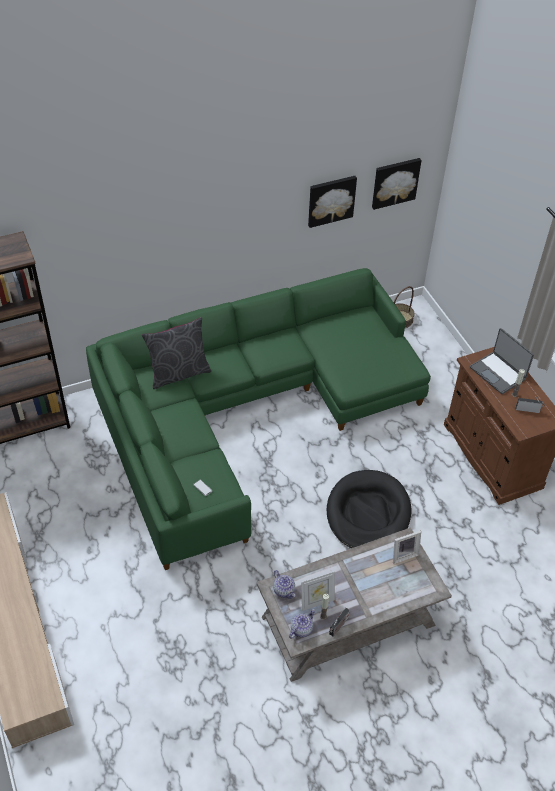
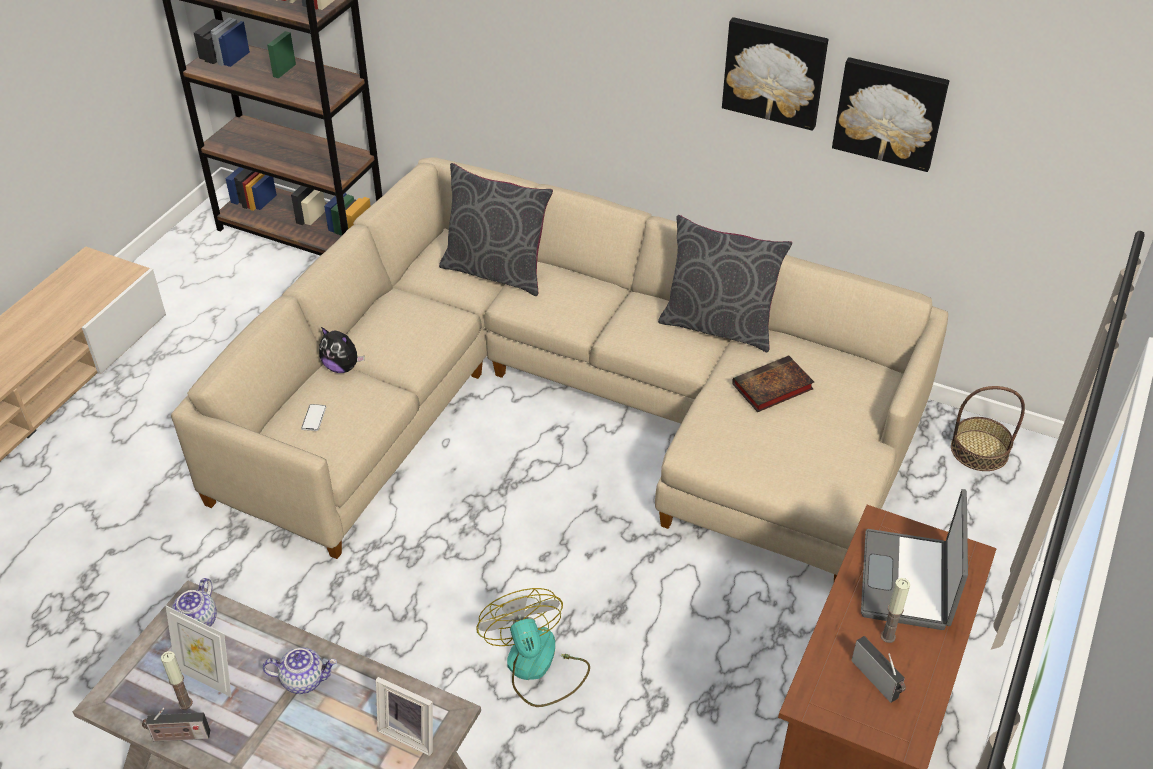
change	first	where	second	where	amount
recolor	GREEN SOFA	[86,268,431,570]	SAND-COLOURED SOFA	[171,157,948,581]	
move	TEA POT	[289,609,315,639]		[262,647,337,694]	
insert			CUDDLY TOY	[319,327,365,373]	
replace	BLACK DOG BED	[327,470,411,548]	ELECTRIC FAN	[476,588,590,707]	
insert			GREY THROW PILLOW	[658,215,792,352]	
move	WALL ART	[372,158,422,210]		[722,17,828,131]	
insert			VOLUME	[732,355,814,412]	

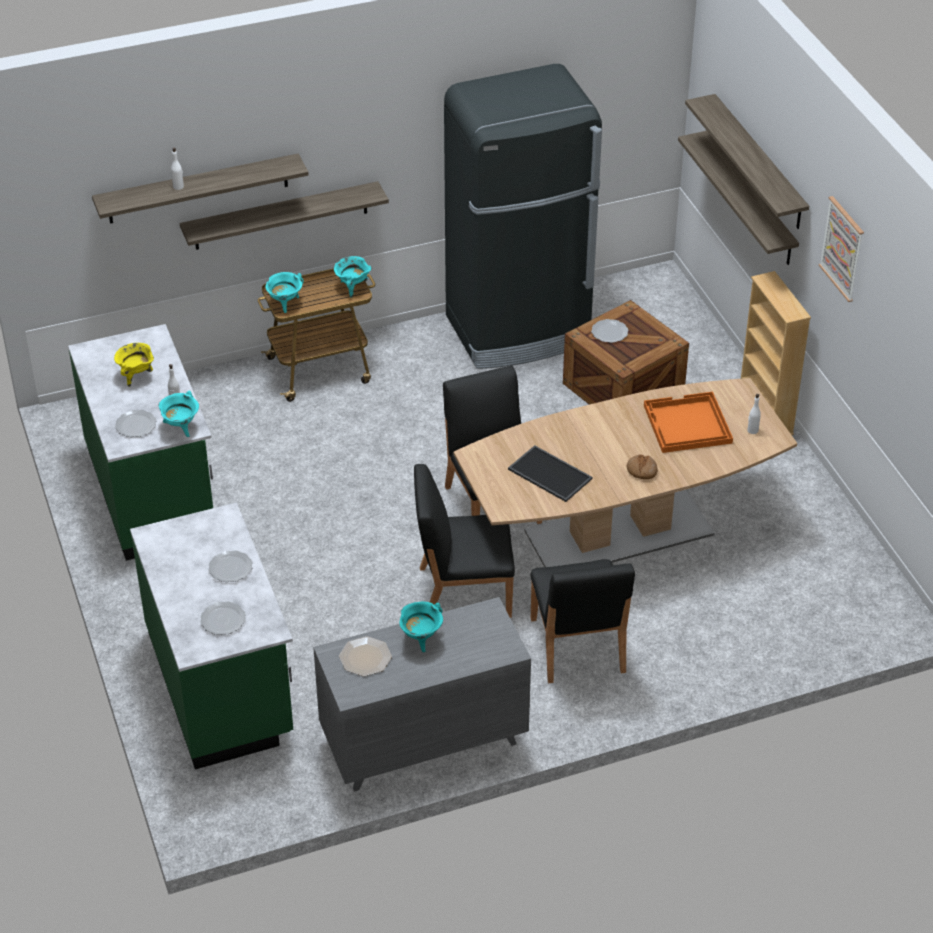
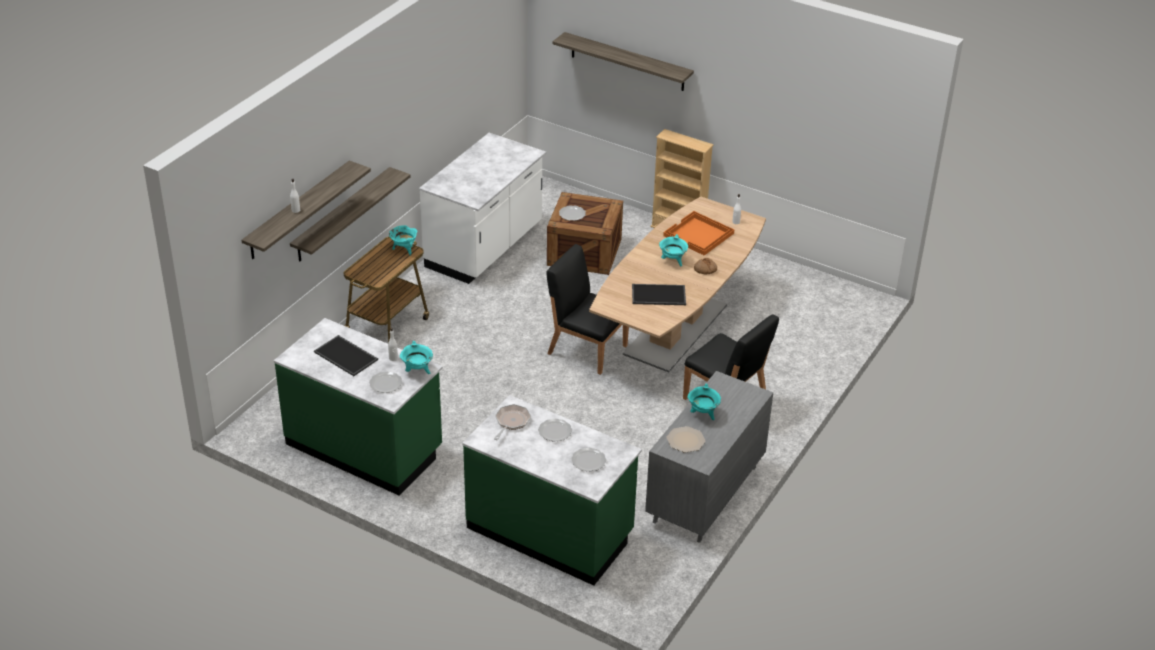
change	first	where	second	where	amount
replace	YELLOW COOKING POT	[114,343,154,387]	SERVING TRAY	[314,335,378,376]	
replace	BLACK KITCHEN FRIDGE	[444,64,602,369]	WHITISH COUNTER	[419,133,546,284]	
insert			SKILLET	[494,404,531,440]	
move	TURQUOISE-COLOURED COOKING POT	[265,272,304,313]		[659,234,688,266]	
delete	BLACK UPRIGHT CHAIR	[414,464,515,618]			
delete	WALL SHELF	[678,131,799,265]			
delete	WALL ART	[819,196,864,302]			

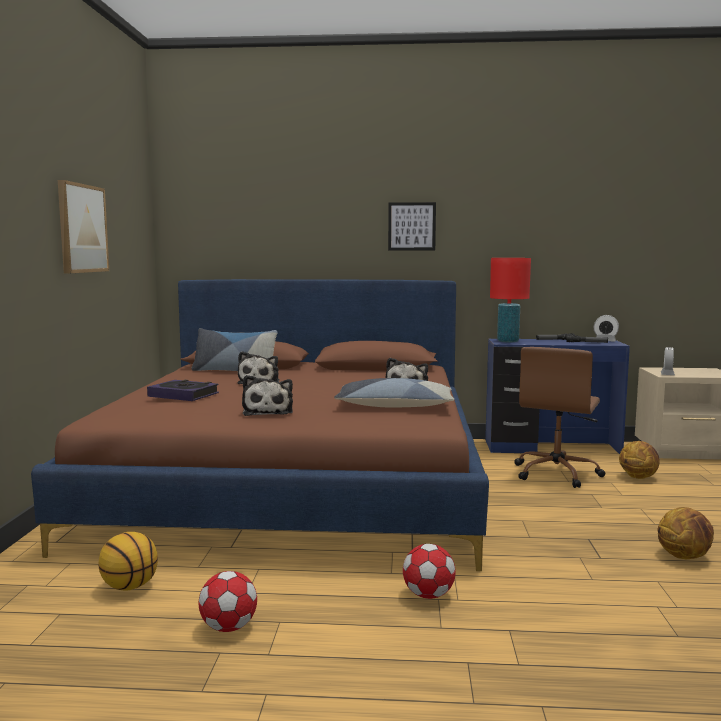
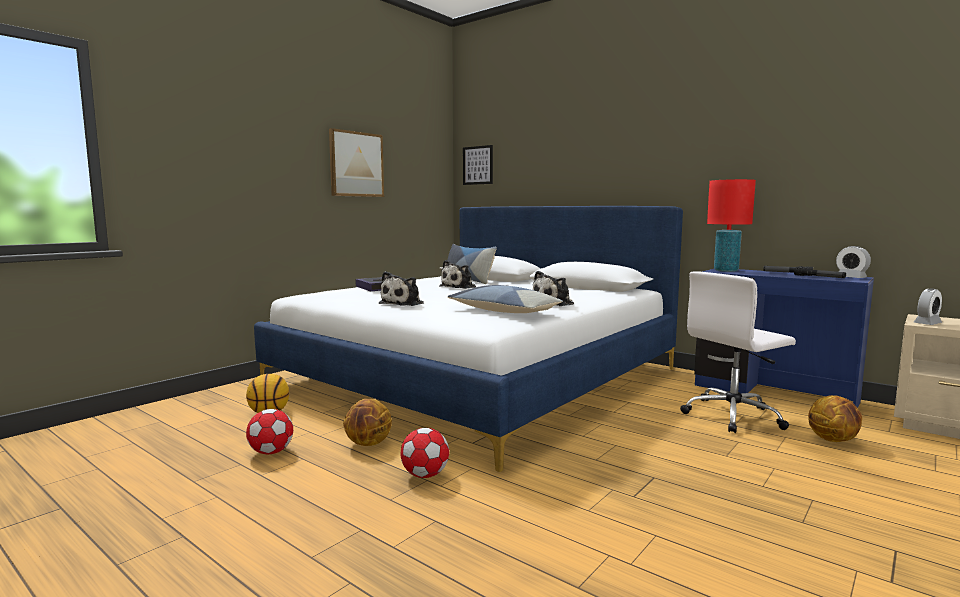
change	first	where	second	where	amount
recolor	BROWN-COLOURED SLEEPING BED	[31,279,489,571]	WHITISH SLEEPING BED	[254,206,683,472]	
move	BASKETBALL BALL	[657,507,714,559]		[343,399,392,446]	
move	WALL ART	[388,202,436,250]		[463,145,493,185]	
recolor	BROWN-COLOURED DESK CHAIR	[514,347,605,488]	WHITISH DESK CHAIR	[680,272,796,433]	

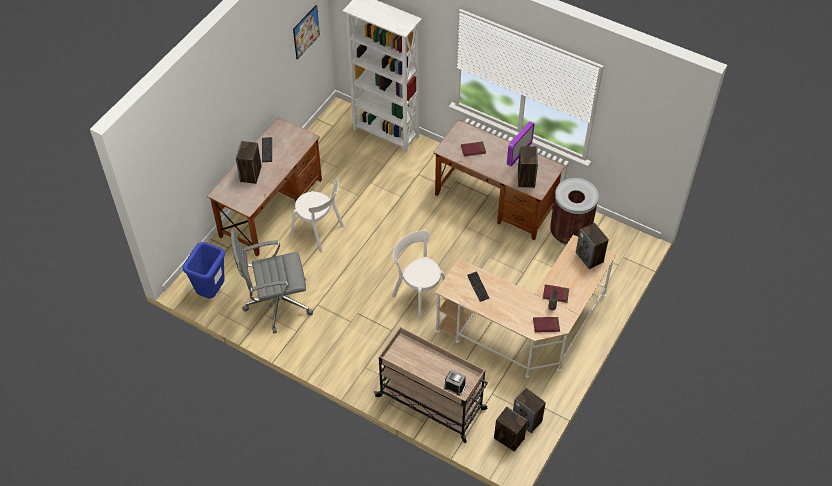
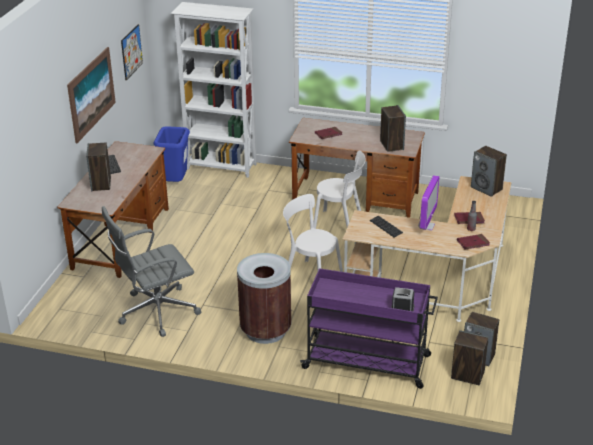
change	first	where	second	where	amount
insert			WALL ART	[67,47,116,143]	
move	BLUE TRASH CAN	[183,242,225,298]		[154,126,190,182]	
move	BROWN-COLOURED TRASH CAN	[550,178,599,246]		[237,253,291,344]	
recolor	SAND-COLOURED CART	[374,327,488,443]	PURPLE CART	[300,268,438,389]	
move	WHITISH UPRIGHT CHAIR	[291,178,344,253]		[314,151,366,229]	
move	COMPUTER SCREEN	[507,121,535,166]		[418,175,439,231]	

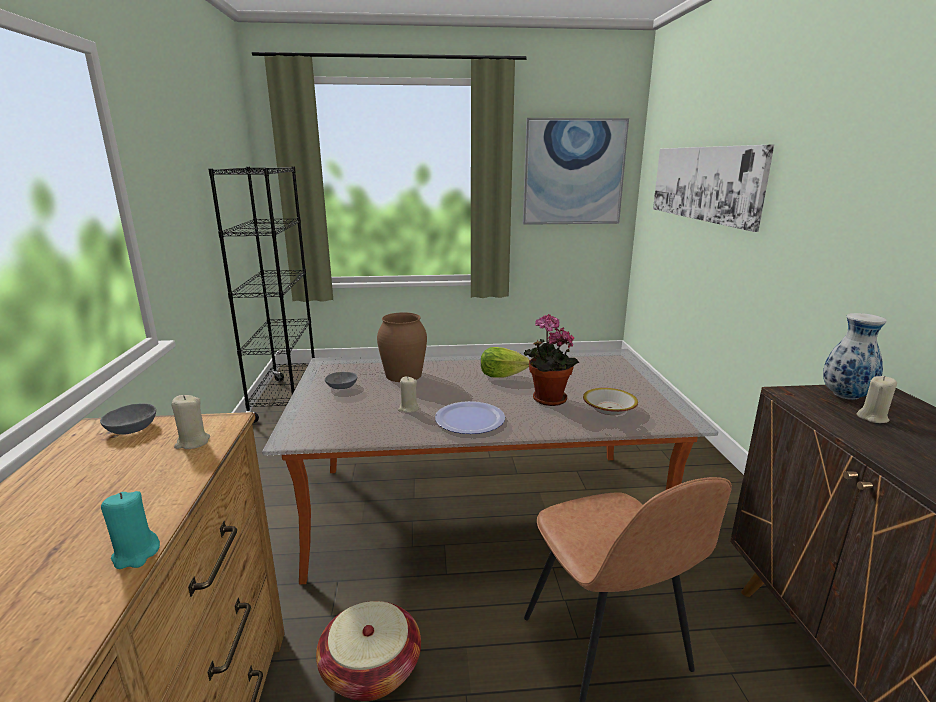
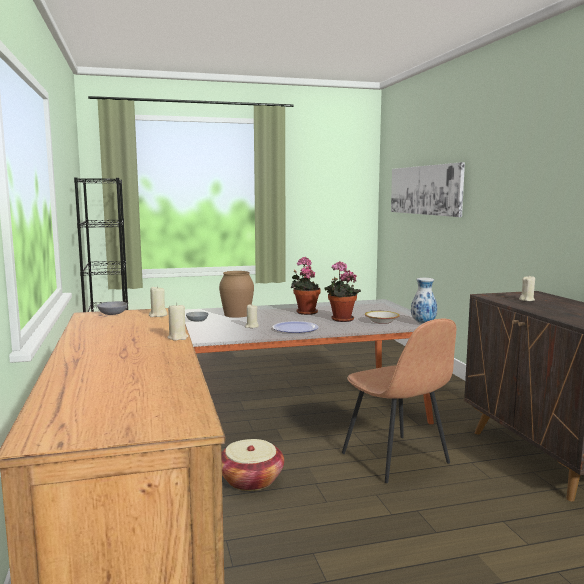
change	first	where	second	where	amount
recolor	TURQUOISE-COLOURED WAX CANDLE	[101,491,160,569]	SAND-COLOURED WAX CANDLE	[167,303,188,341]	
replace	LETTUCE	[481,347,530,378]	POTTED PLANT	[291,257,321,315]	
move	DECORATIVE VASE	[823,313,887,400]		[411,278,437,324]	
delete	WALL ART	[523,118,629,225]			

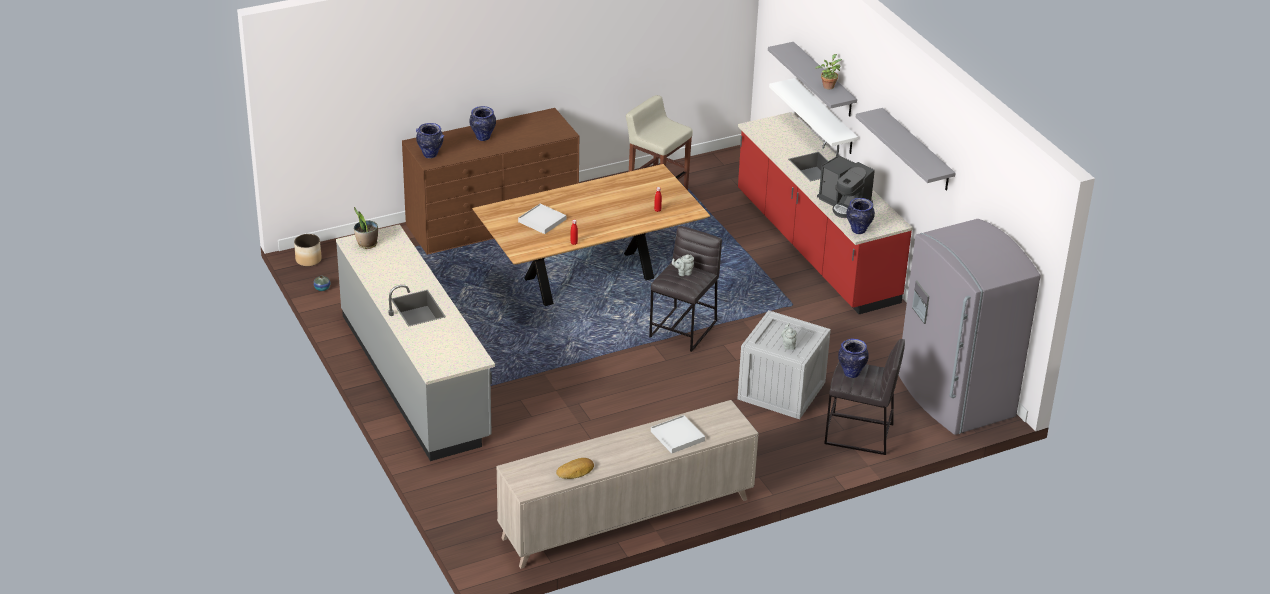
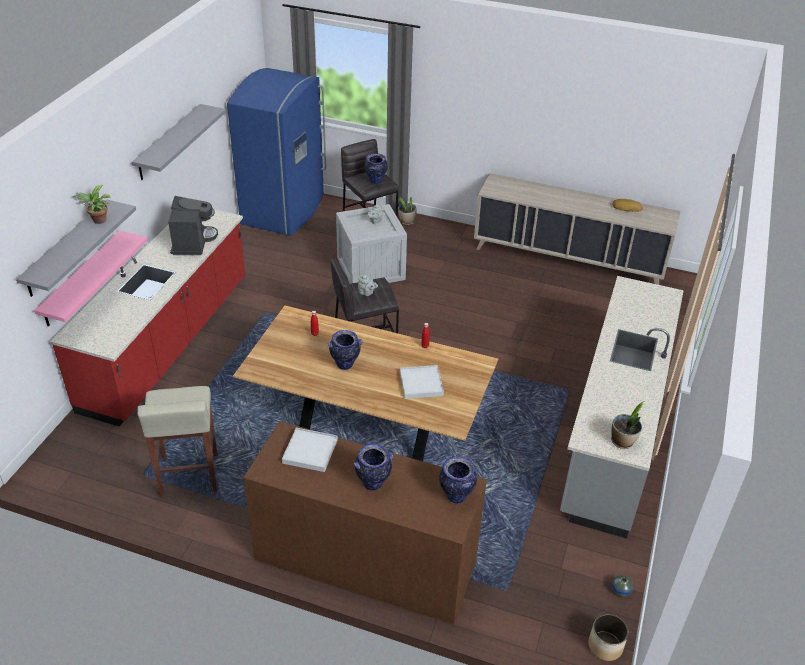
change	first	where	second	where	amount
recolor	WHITISH WALL SHELF	[769,78,858,154]	PINK WALL SHELF	[34,230,148,326]	
recolor	GREY KITCHEN FRIDGE	[898,219,1040,435]	BLUE KITCHEN FRIDGE	[227,68,326,236]	
move	WHITISH SERVING TRAY	[651,415,705,453]		[282,428,338,472]	
move	DECORATIVE VASE	[846,198,875,234]		[328,330,362,370]	
insert			POTTED PLANT	[398,196,417,225]	

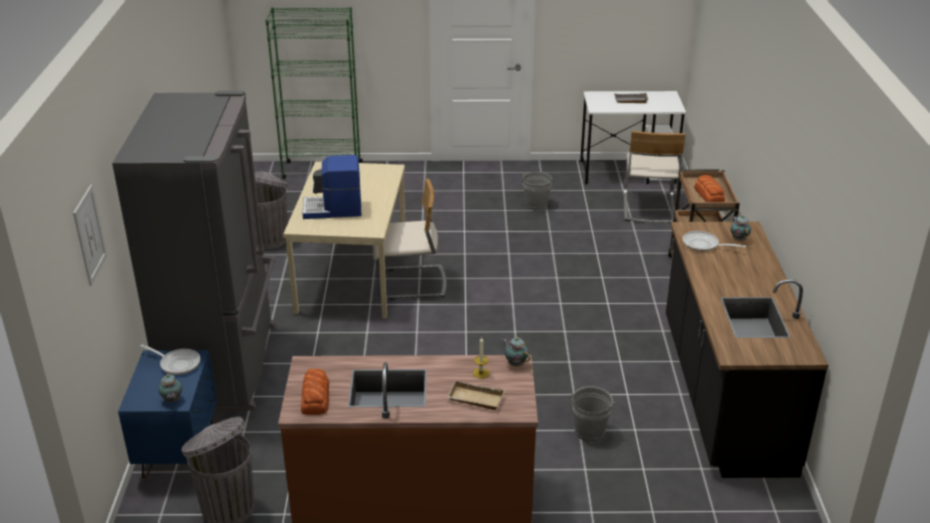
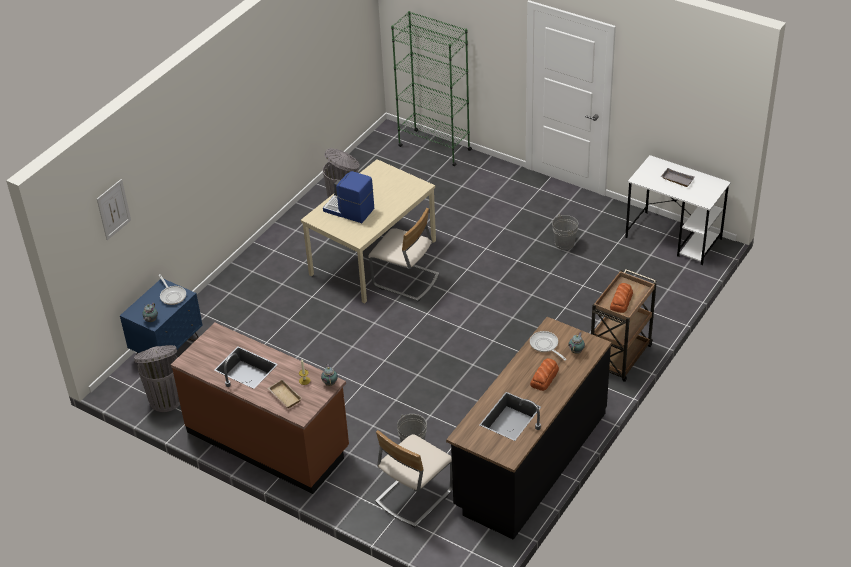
change	first	where	second	where	amount
move	SAND-COLOURED UPRIGHT CHAIR	[624,131,686,224]		[375,430,453,527]	
move	BREAD	[301,369,329,415]		[530,358,559,391]	
delete	GREY KITCHEN FRIDGE	[112,91,276,411]			

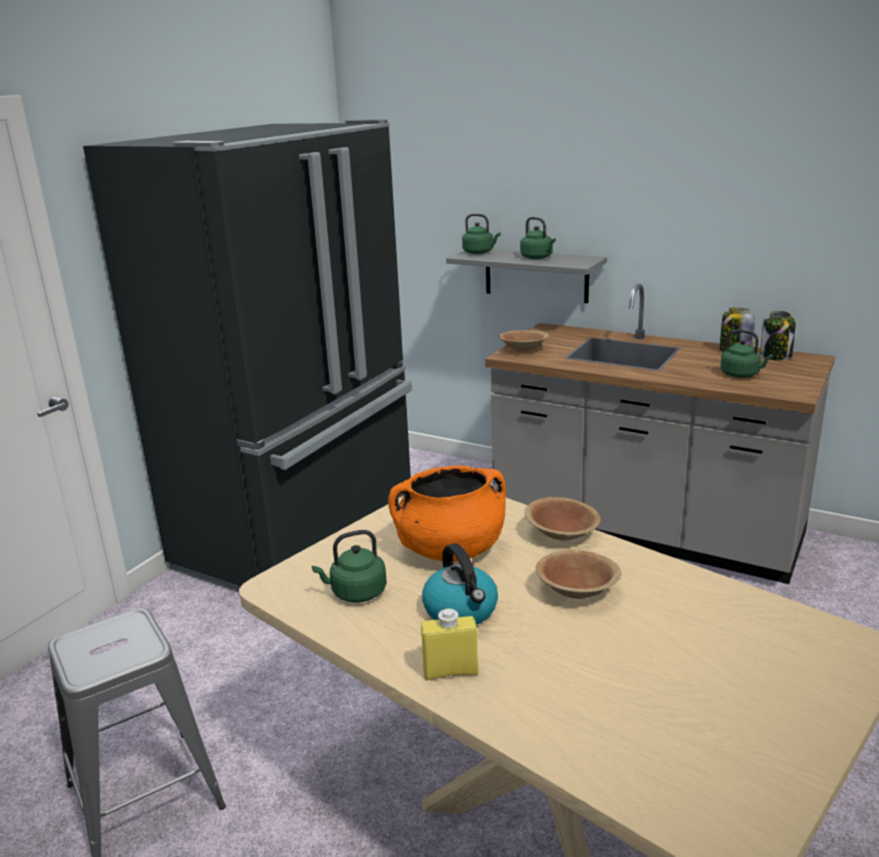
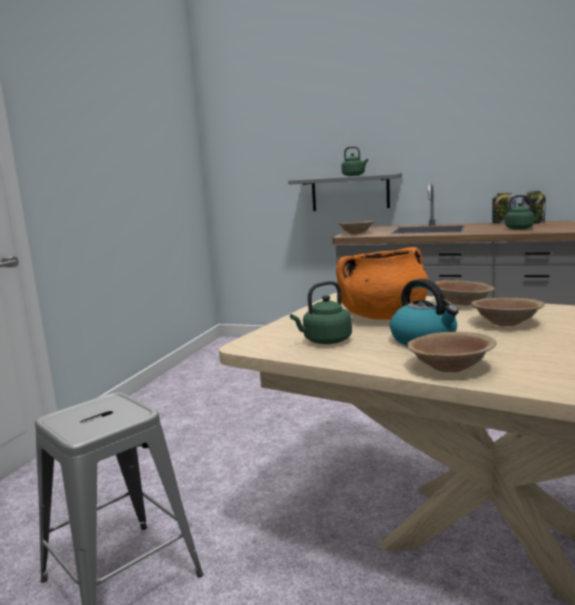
change	first	where	second	where	amount
replace	YELLOW BOTTLE	[421,608,478,680]	BROWN-COLOURED BOWL	[406,332,497,372]	
delete	BLACK KITCHEN FRIDGE	[83,119,412,592]			
delete	GREEN WATER KETTLE	[462,214,500,254]			

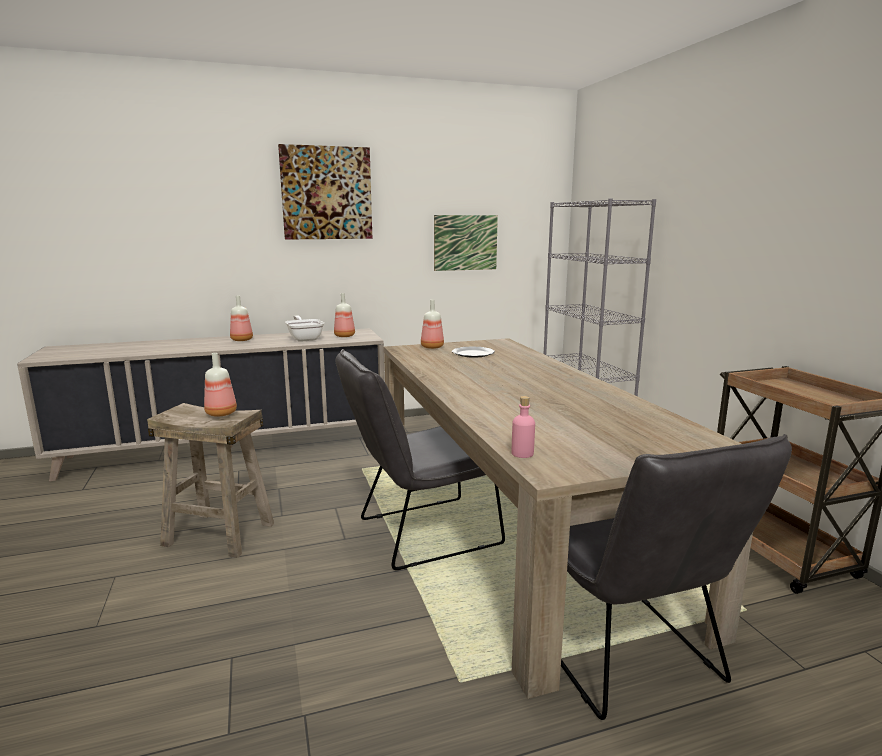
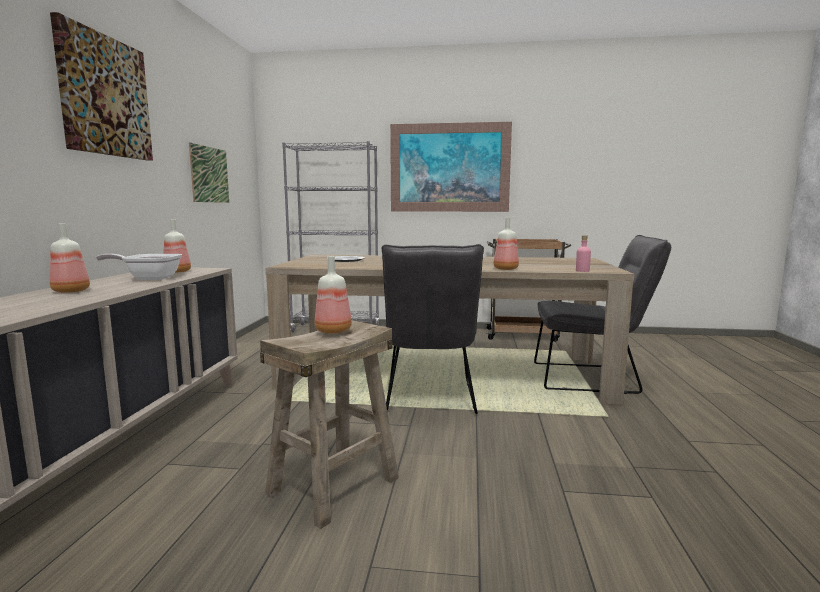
change	first	where	second	where	amount
insert			WALL ART	[390,122,512,212]	
move	BOTTLE	[421,300,444,349]		[493,218,519,270]	

